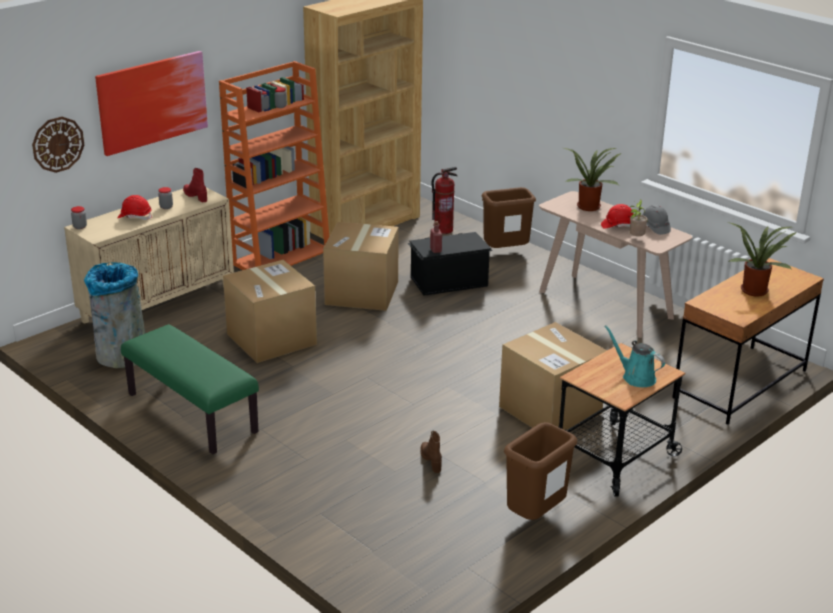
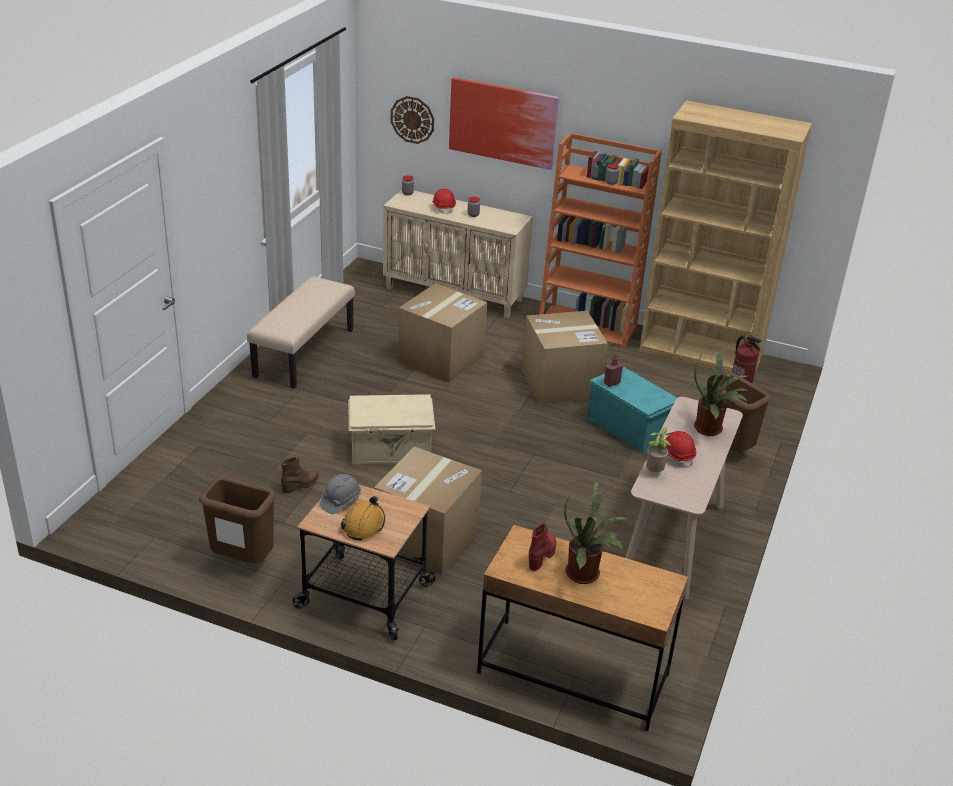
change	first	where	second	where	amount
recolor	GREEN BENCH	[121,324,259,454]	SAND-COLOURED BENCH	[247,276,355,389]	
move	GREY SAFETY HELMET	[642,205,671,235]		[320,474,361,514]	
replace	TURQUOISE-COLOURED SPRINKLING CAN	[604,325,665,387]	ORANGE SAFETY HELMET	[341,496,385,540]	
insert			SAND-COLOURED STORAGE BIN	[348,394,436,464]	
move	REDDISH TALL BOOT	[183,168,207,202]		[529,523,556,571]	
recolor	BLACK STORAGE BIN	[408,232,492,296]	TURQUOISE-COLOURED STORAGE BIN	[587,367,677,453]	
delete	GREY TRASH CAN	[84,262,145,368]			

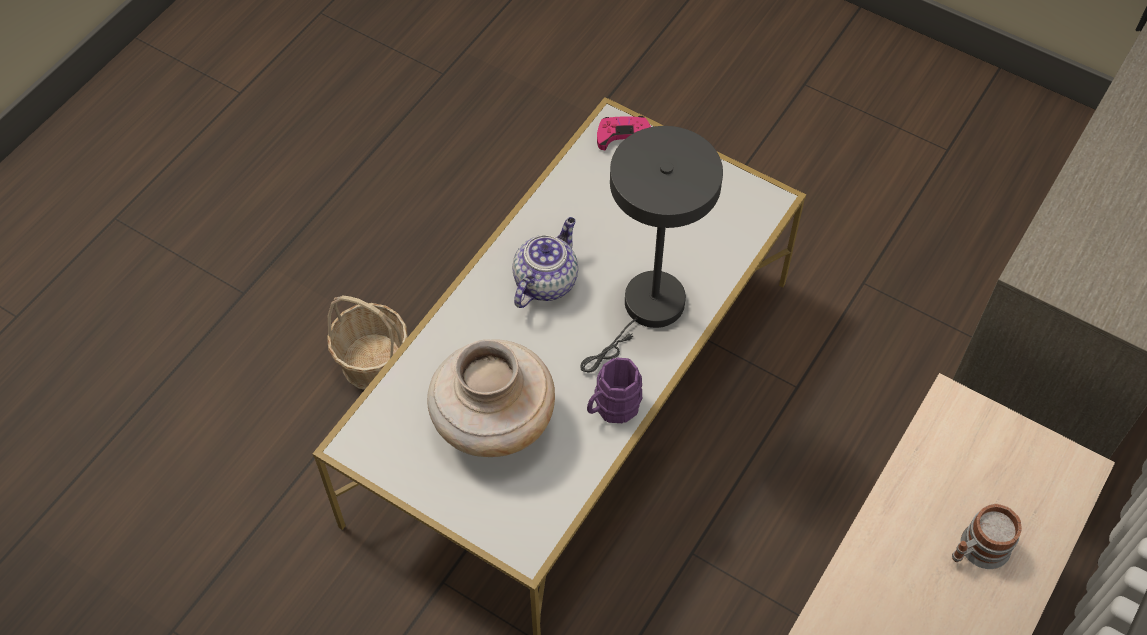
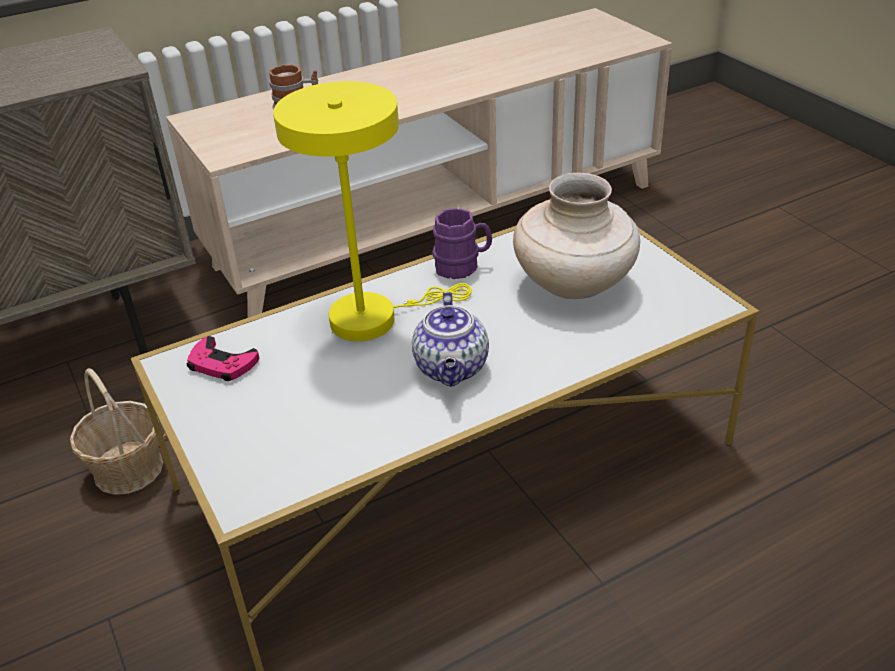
change	first	where	second	where	amount
move	HOUSEHOLD BASKET	[327,295,408,390]		[70,368,163,495]	
move	PINK GAMEPAD	[597,116,651,150]		[186,336,259,381]	
recolor	GREY LAMP FOR A TABLE	[580,126,723,372]	YELLOW LAMP FOR A TABLE	[273,81,472,341]	
rotate	TEA POT	[512,217,578,308]		[412,291,489,386]	60 degrees counterclockwise

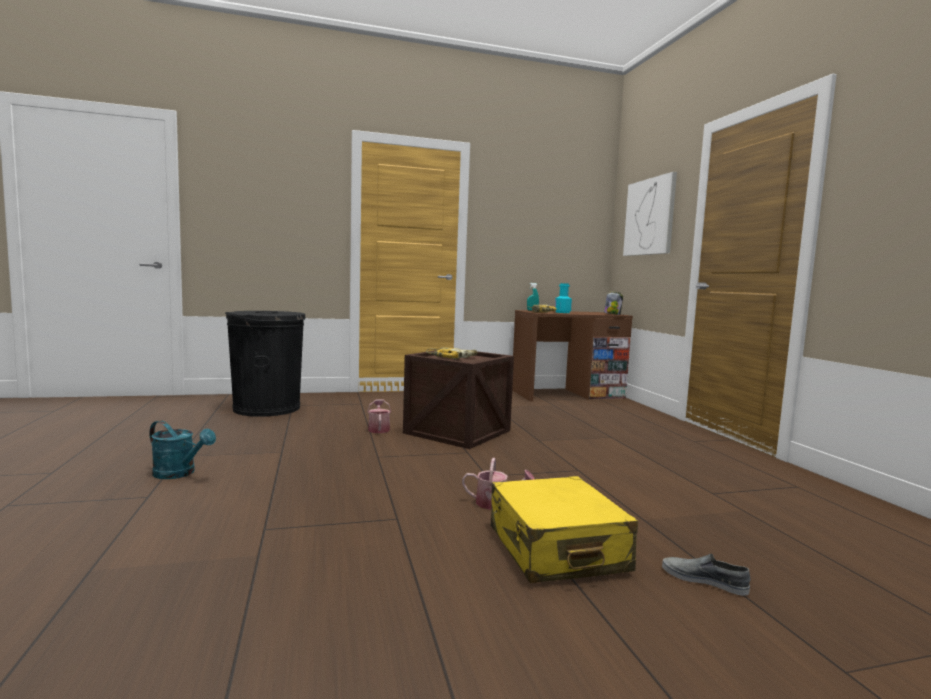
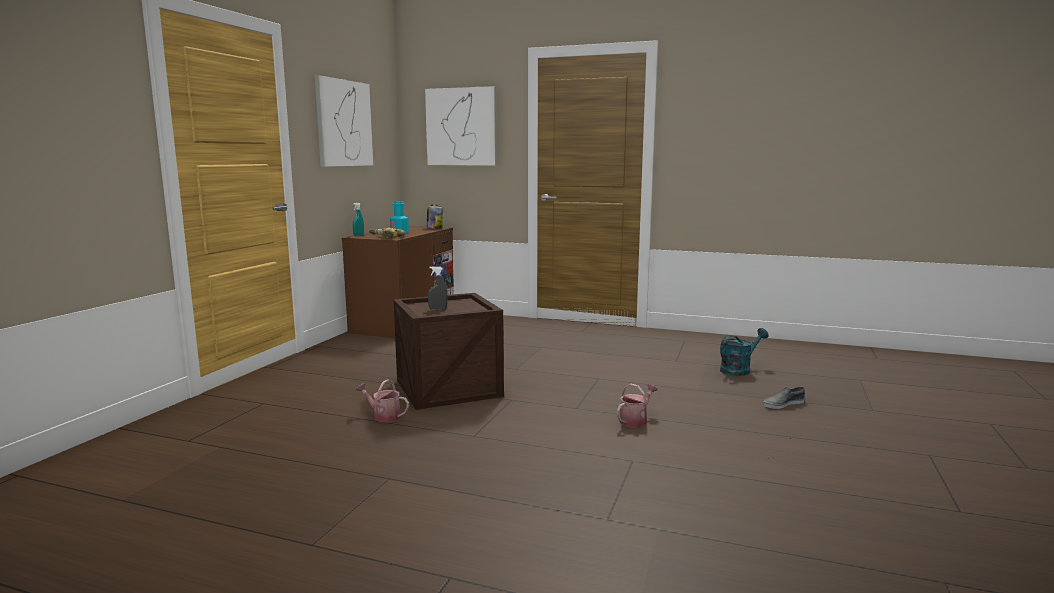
change	first	where	second	where	amount
insert			WALL ART	[315,75,373,167]	
replace	POWER DRILL	[426,347,478,359]	GREY SPRAY BOTTLE	[428,266,447,310]	
move	TURQUOISE-COLOURED SPRINKLING CAN	[150,420,216,479]		[720,328,769,376]	
delete	BLACK TRASH CAN	[225,311,306,417]			
delete	YELLOW PIECE OF LUGGAGE	[491,476,638,583]			

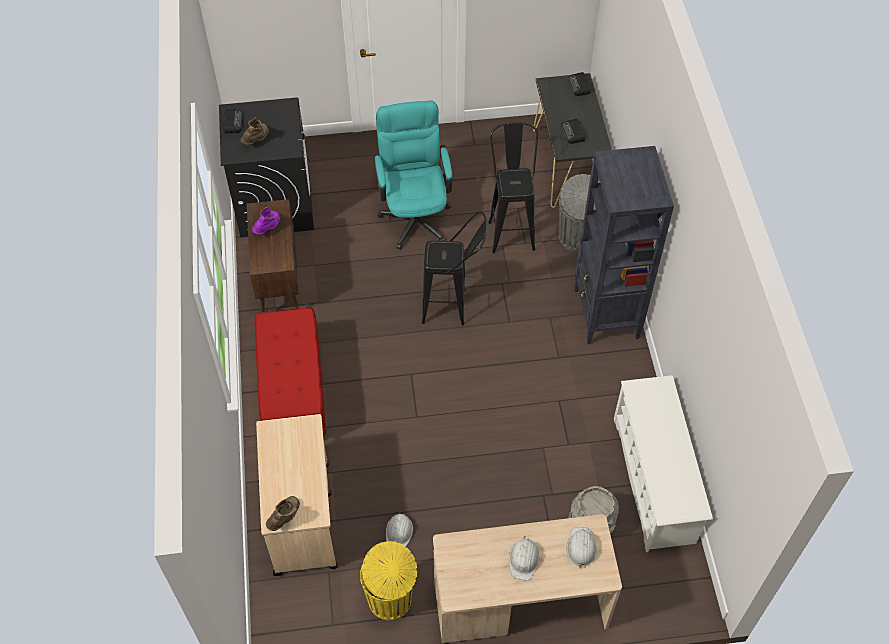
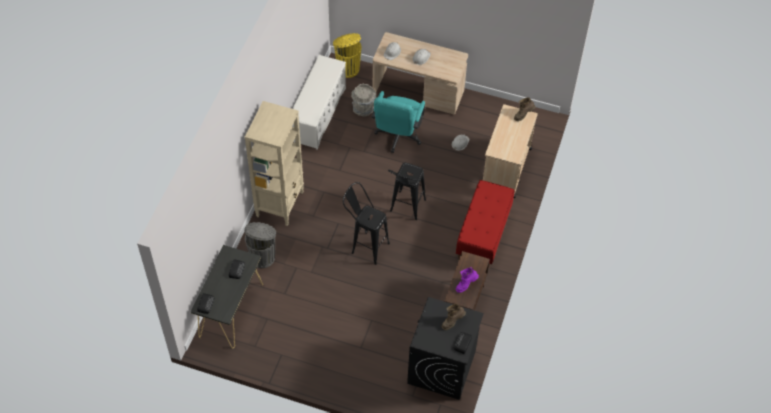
change	first	where	second	where	amount
recolor	BLACK BOOKSHELF	[574,146,674,344]	SAND-COLOURED BOOKSHELF	[245,101,304,226]	
move	YELLOW TRASH CAN	[360,541,417,620]		[333,33,362,78]	
move	TURQUOISE-COLOURED DESK CHAIR	[374,100,453,250]		[372,91,425,153]	
move	BLACK SITTING STOOL	[488,122,538,253]		[388,163,426,220]	

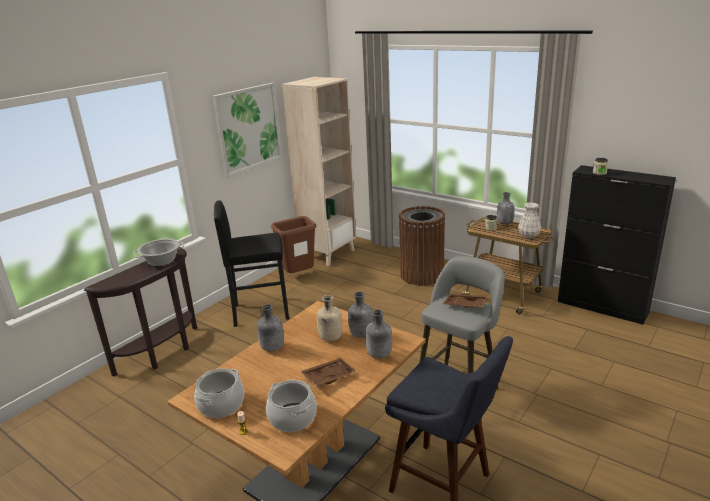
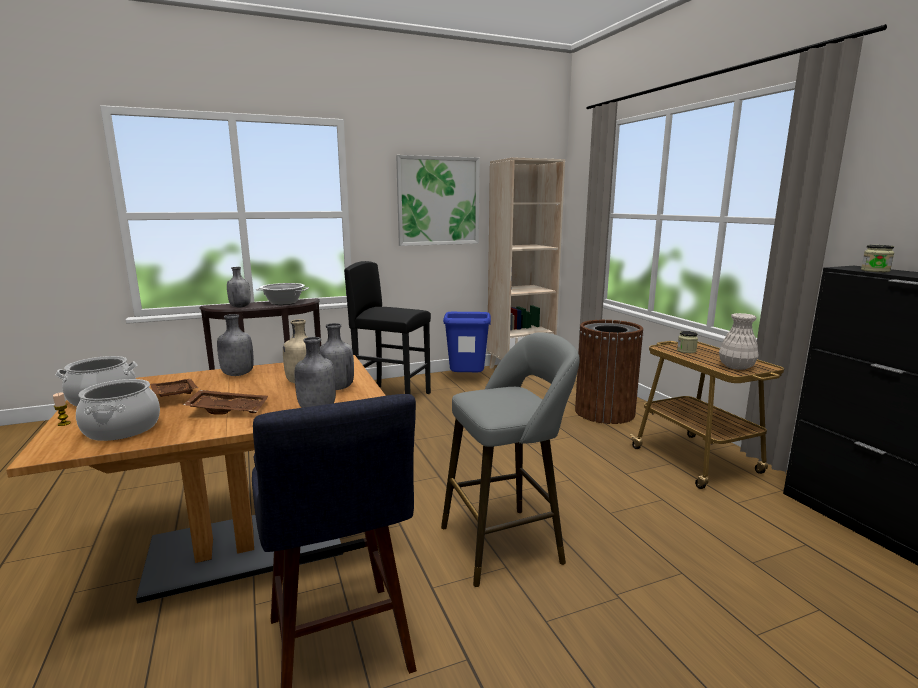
change	first	where	second	where	amount
move	BROWN-COLOURED SERVING TRAY	[443,294,488,308]		[150,379,198,397]	
move	GREY BOTTLE	[497,192,515,224]		[227,267,251,307]	
recolor	BROWN-COLOURED TRASH CAN	[271,216,316,273]	BLUE TRASH CAN	[443,312,491,372]	

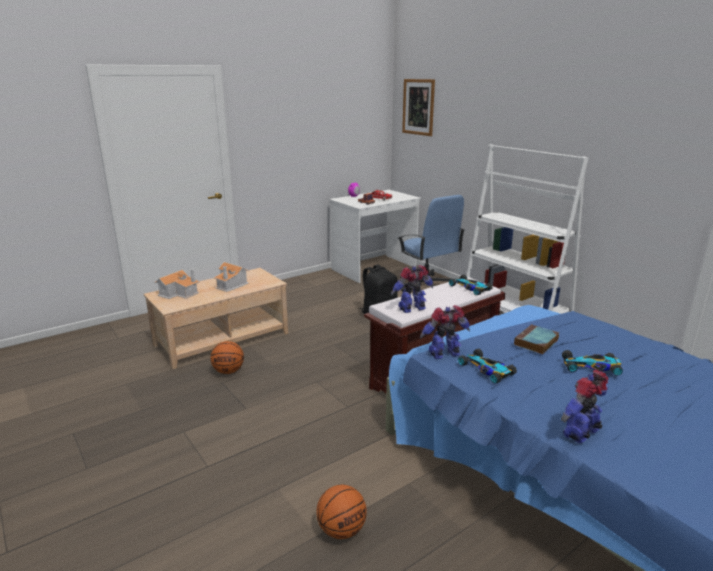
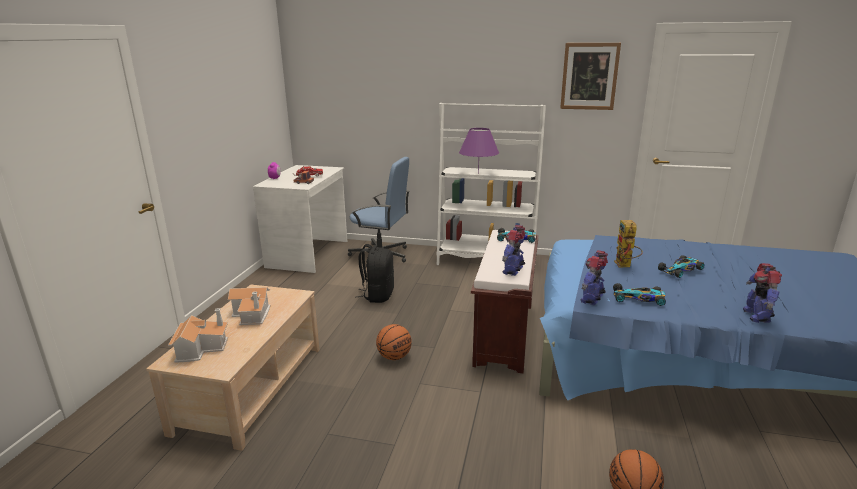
change	first	where	second	where	amount
move	BASKETBALL BALL	[210,341,244,374]		[376,324,412,360]	
insert			PURPLE LAMP FOR A TABLE	[459,128,499,174]	
move	WALL ART	[402,79,435,136]		[560,43,621,110]	
replace	VOLUME	[514,324,559,354]	MODEL ROBOT	[614,220,643,268]	

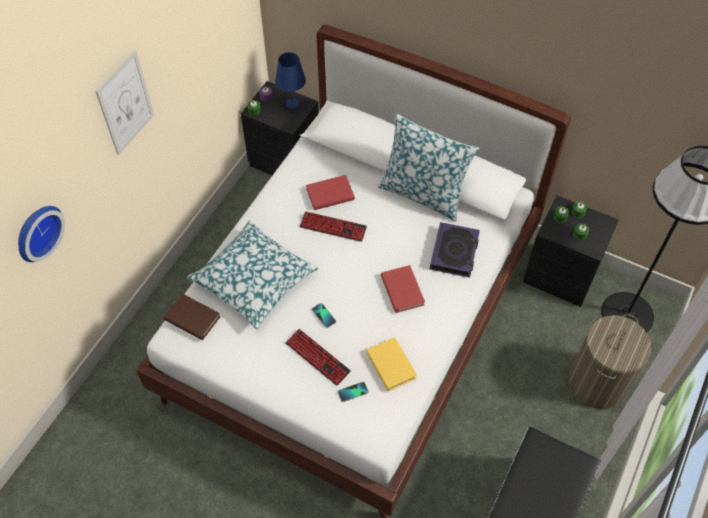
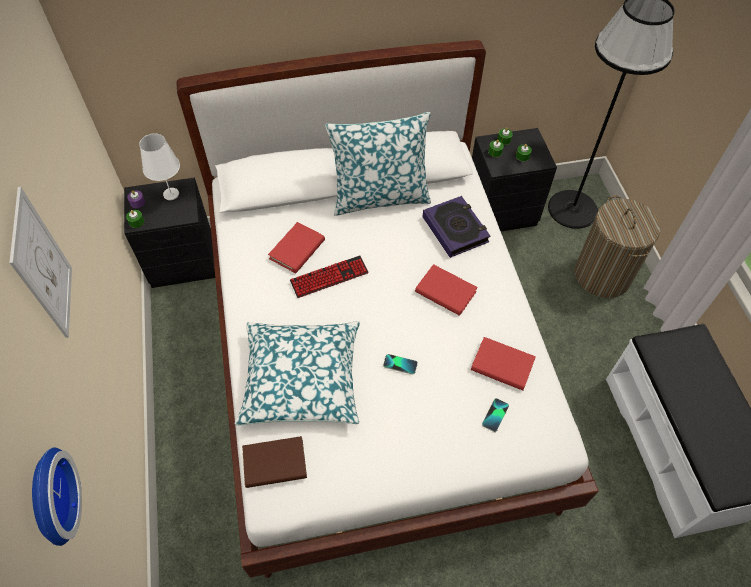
change	first	where	second	where	amount
recolor	BLUE LAMP FOR A TABLE	[275,52,306,109]	WHITISH LAMP FOR A TABLE	[139,134,180,200]	
recolor	YELLOW VOLUME	[366,337,417,391]	REDDISH VOLUME	[471,337,536,390]	
delete	PC KEYBOARD	[285,329,351,386]			

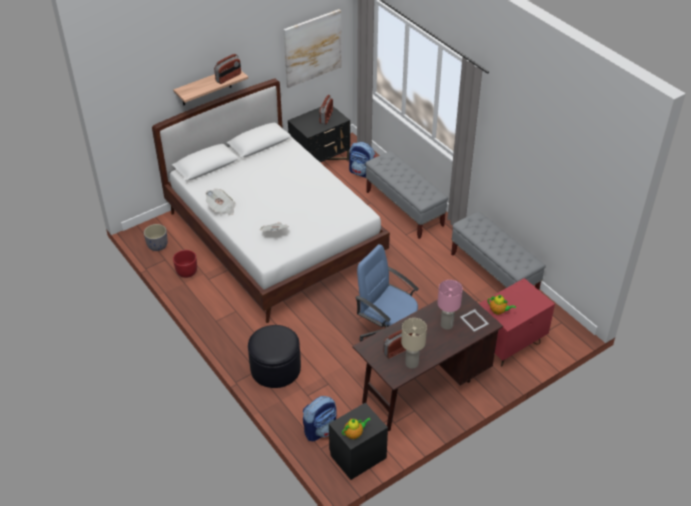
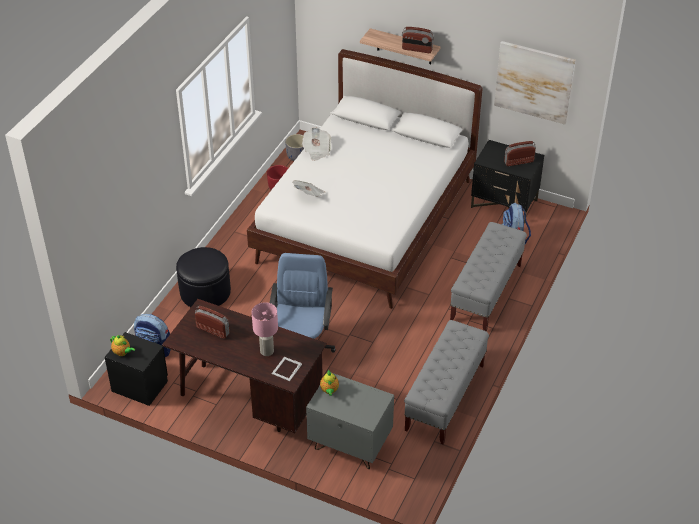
change	first	where	second	where	amount
recolor	REDDISH NIGHTSTAND	[479,278,555,367]	GREY NIGHTSTAND	[306,373,394,469]	
delete	SAND-COLOURED LAMP FOR A TABLE	[401,318,427,369]			

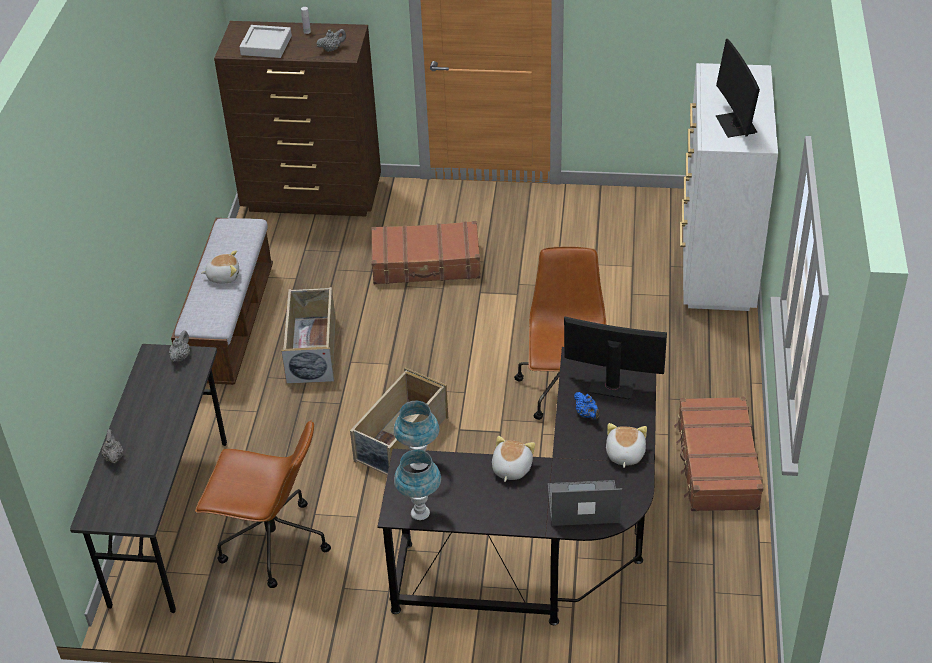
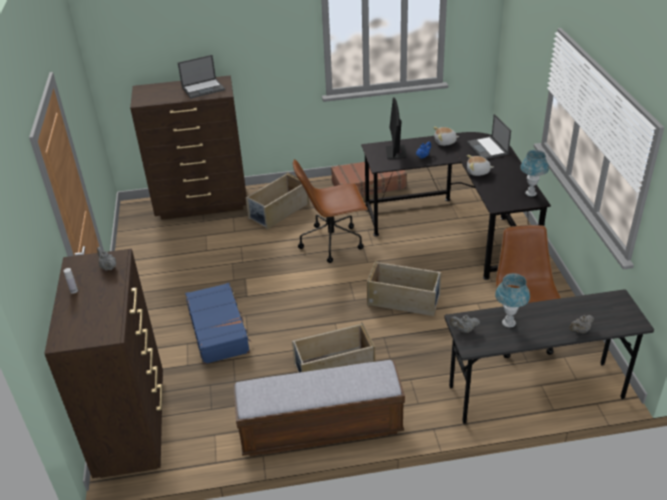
change	first	where	second	where	amount
recolor	WHITISH CHEST OF DRAWERS	[680,63,778,311]	BROWN-COLOURED CHEST OF DRAWERS	[130,75,247,220]	
replace	COMPUTER SCREEN	[716,39,760,138]	PORTABLE COMPUTER	[178,55,225,99]	
recolor	BROWN-COLOURED PIECE OF LUGGAGE	[371,221,481,284]	BLUE PIECE OF LUGGAGE	[185,283,251,365]	
insert			SAND-COLOURED STORAGE BIN	[246,172,309,229]	
move	BLUE LAMP FOR A TABLE	[394,401,439,470]		[495,273,530,327]	
delete	CUDDLY TOY	[201,250,239,284]			
delete	GREY SERVING TRAY	[240,25,292,58]			

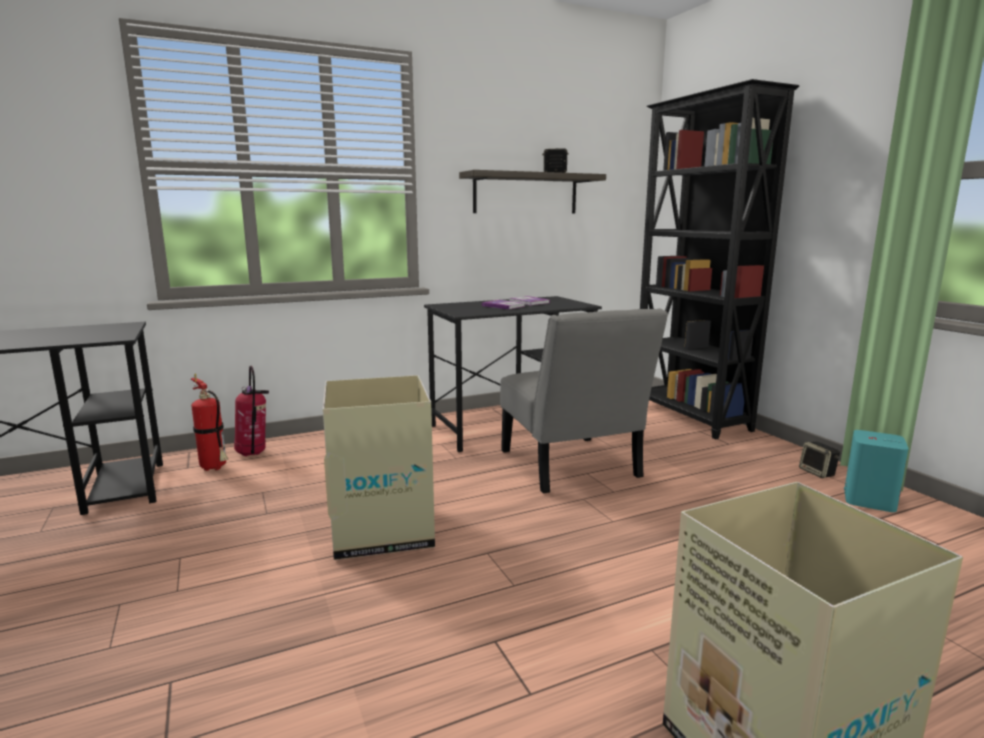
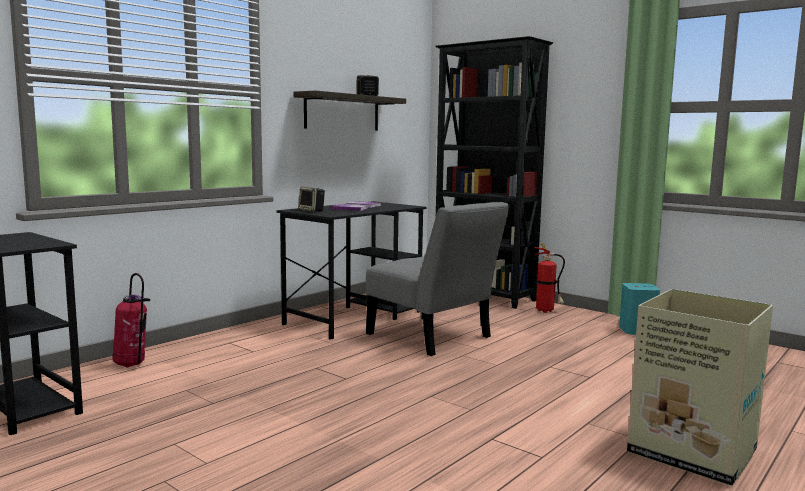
change	first	where	second	where	amount
move	SPEAKER	[799,442,840,478]		[299,187,325,212]	
move	EXTINGUISHER	[191,373,228,471]		[534,243,565,313]	
delete	CARDBOARD BOX	[323,375,435,560]			

